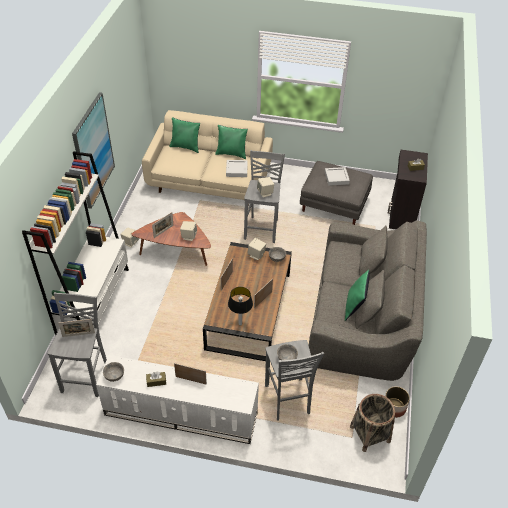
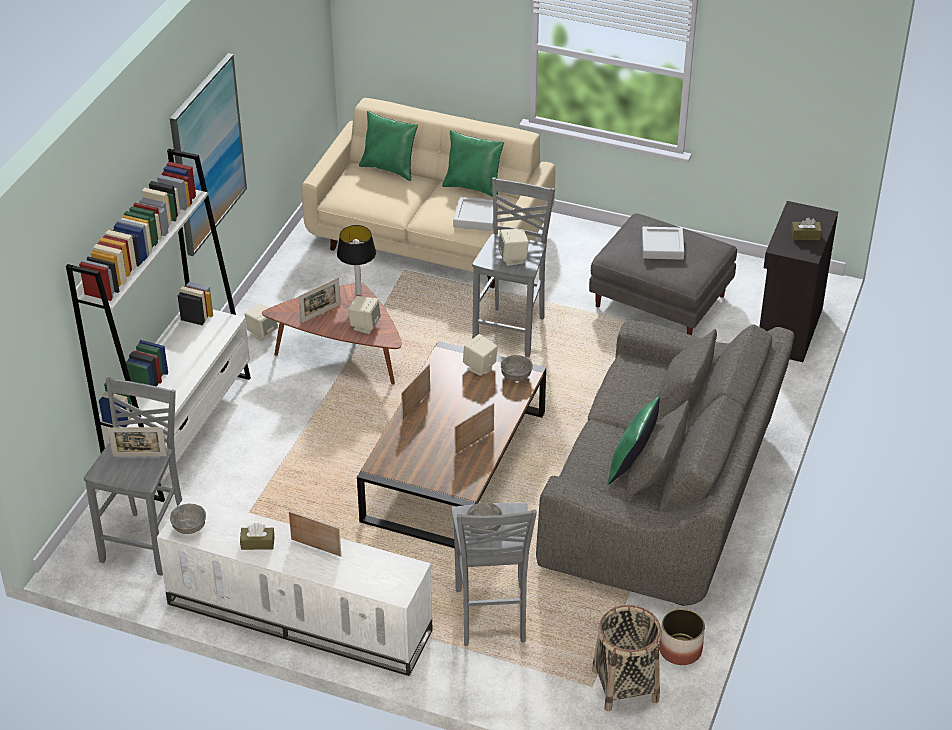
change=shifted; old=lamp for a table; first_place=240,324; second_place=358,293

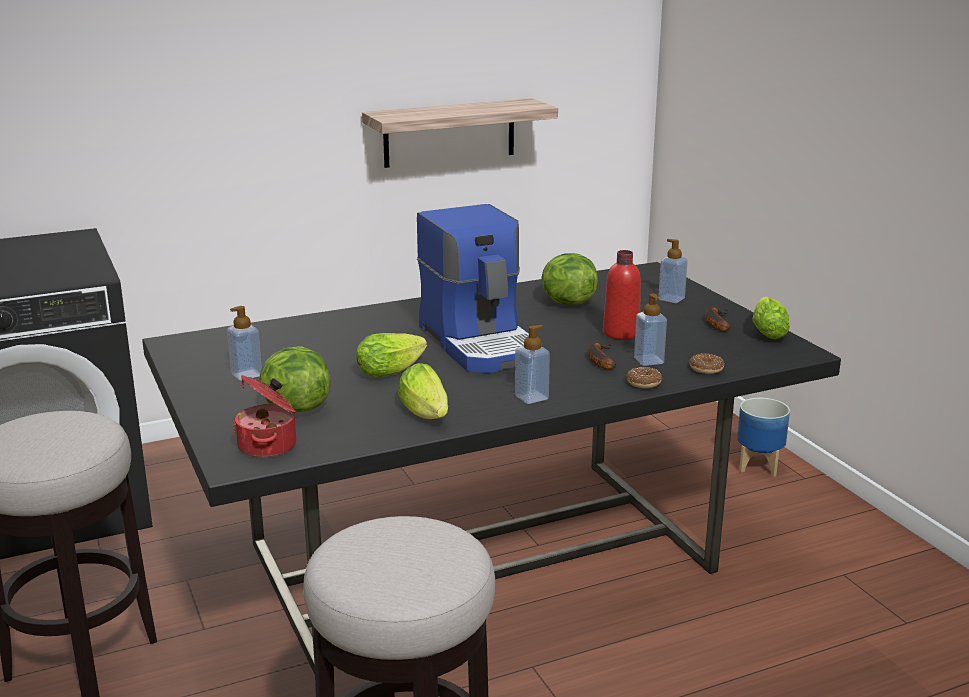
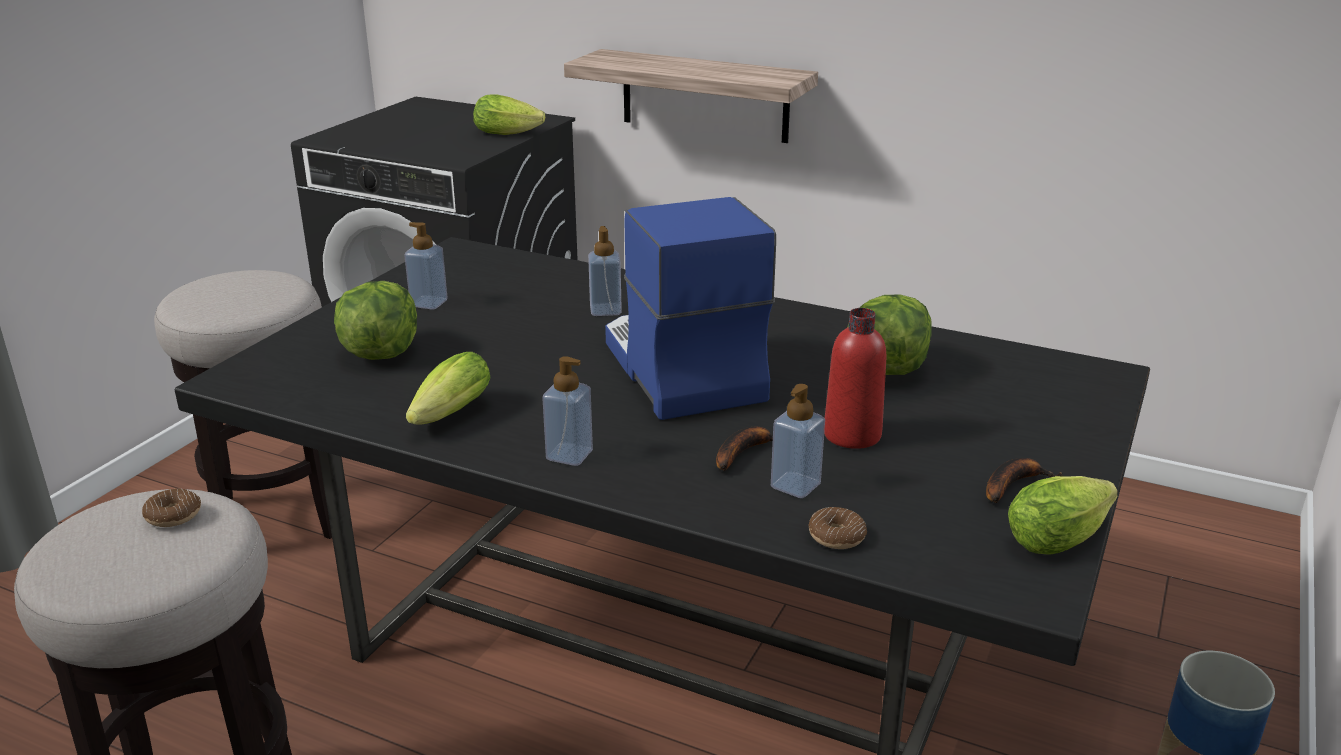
change=gone; old=saucepot; first_place=269,446
change=shifted; old=head of lettuce; first_place=394,369; second_place=510,133
change=shifted; old=wall shelf; first_place=449,133; second_place=704,96
change=shifted; old=doughnut; first_place=643,383; second_place=173,515
change=shifted; old=soap dispenser; first_place=671,299; second_place=605,310
change=rotated; old=coffee machine; first_place=481,343; second_place=679,370; degrees=135

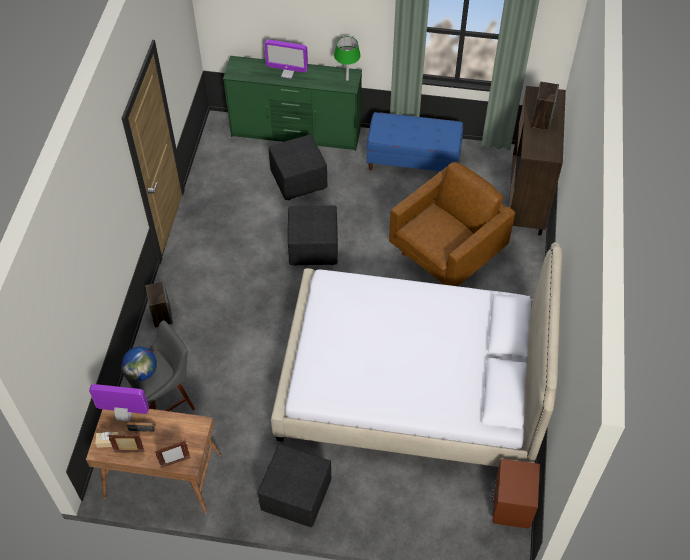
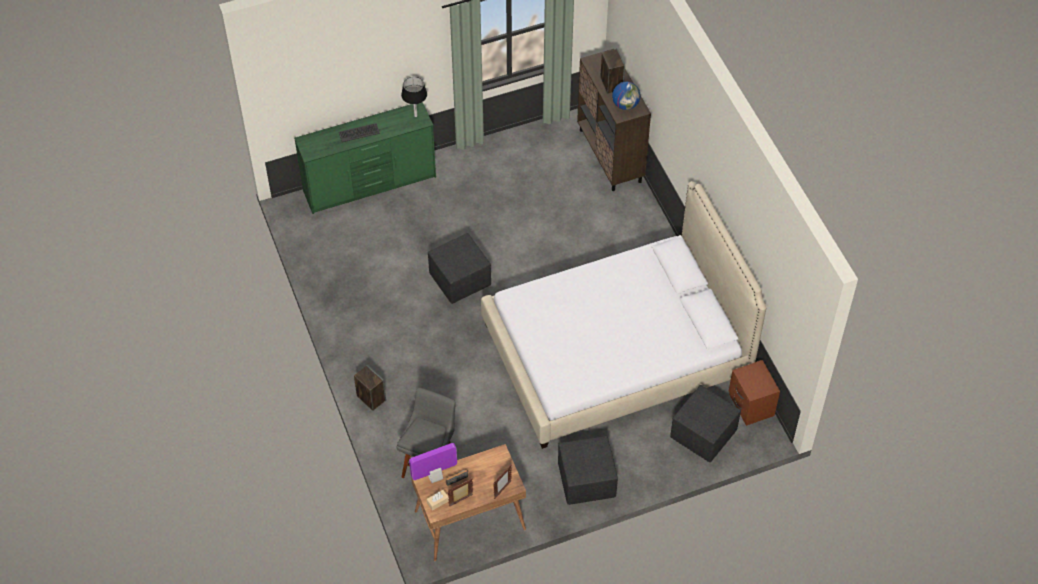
change=gone; old=blue-coloured bench; first_place=413,161
change=gone; old=brown-coloured armchair; first_place=446,253
change=shifted; old=desk globe; first_place=142,372; second_place=625,105
change=shifted; old=black-coloured footrest; first_place=298,181; second_place=702,435
change=swapped; old=monitor; new=keyboard; first_place=287,73; second_place=359,132
change=repainted; old=green lamp for a table; new=black-coloured lamp for a table; first_place=347,79; second_place=415,115

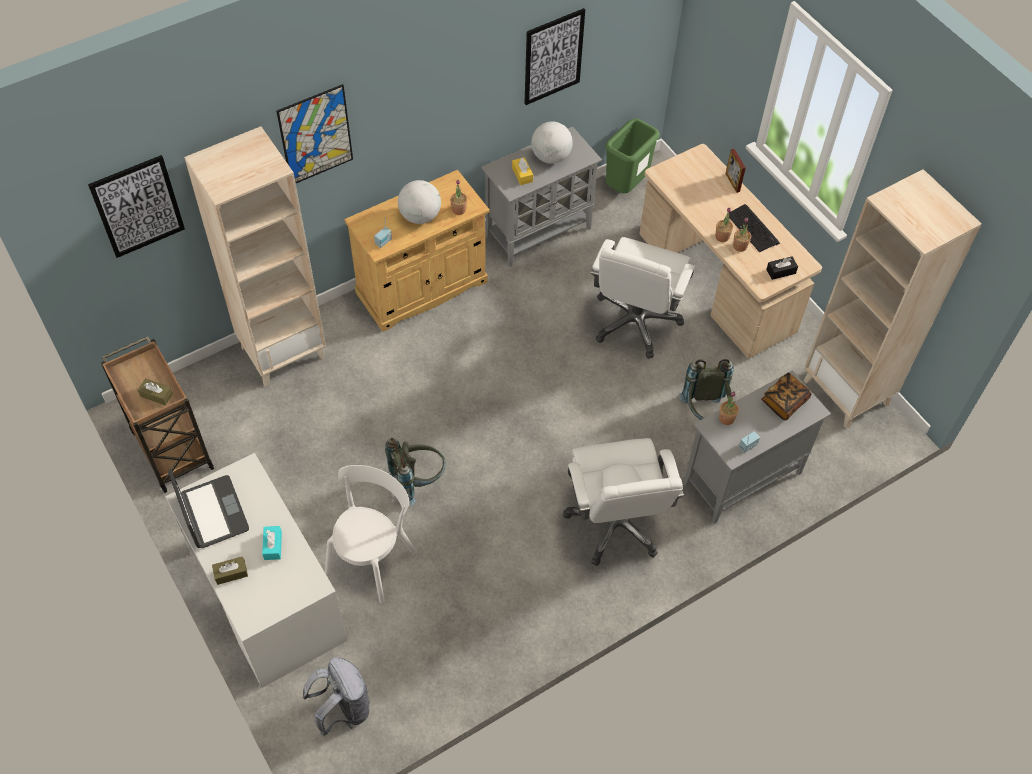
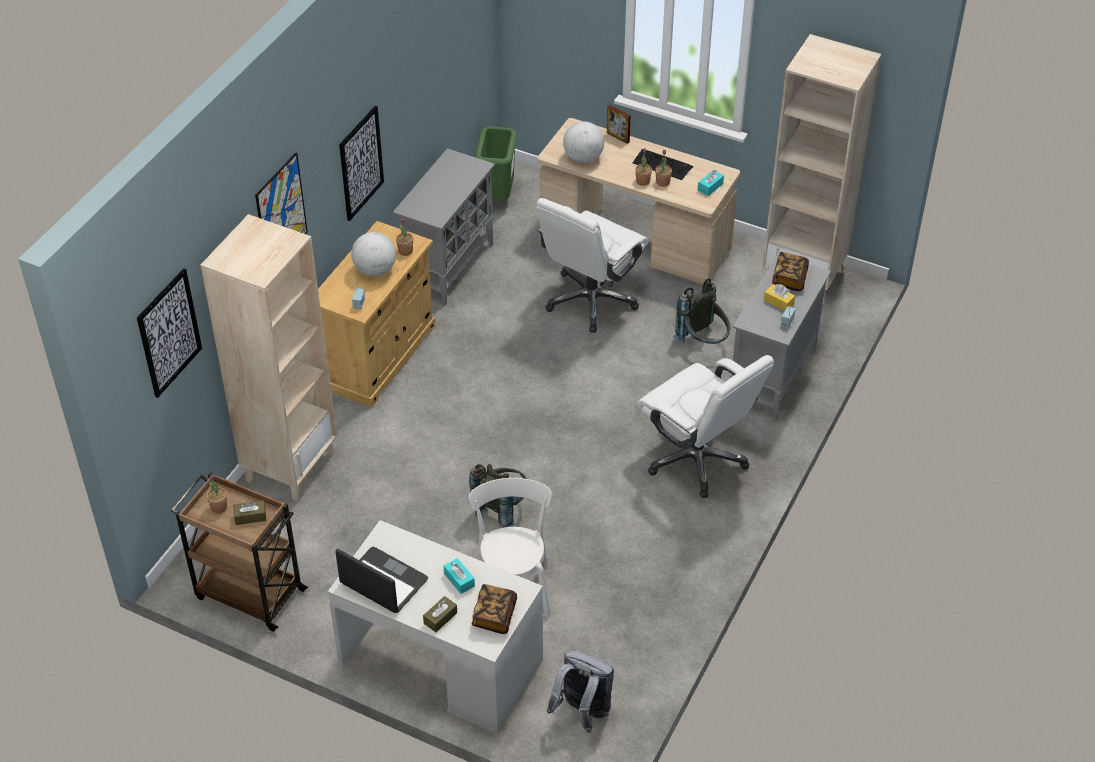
change=new; new=bound book; second_place=494,616
change=shifted; old=yellowish tissue box; first_place=522,175; second_place=778,302
change=shifted; old=picture; first_place=553,57; second_place=361,163
change=shifted; old=desk globe; first_place=551,157; second_place=583,158
change=shifted; old=houseplant; first_place=726,418; second_place=219,507
change=repainted; old=black-coloured tissue box; new=turquoise-coloured tissue box; first_place=781,271; second_place=710,187
change=rotated; old=white-coloured computer chair; first_place=635,322; second_place=591,300; degrees=45

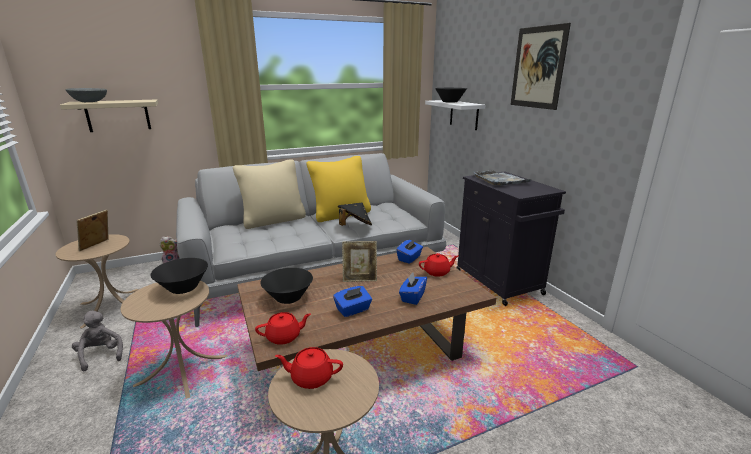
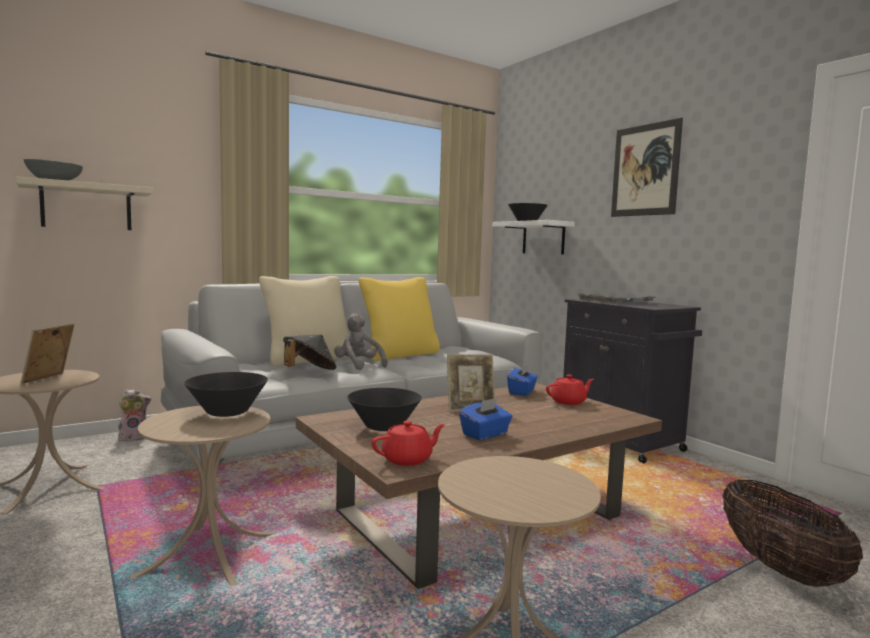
change=gone; old=red pot for tea; first_place=311,377
change=gone; old=blue-coloured tissue box; first_place=412,297
change=new; new=household basket; second_place=780,568
change=shifted; old=grey soft toy; first_place=101,355; second_place=358,366
change=shifted; old=black-coloured clothing hat; first_place=354,226; second_place=309,372

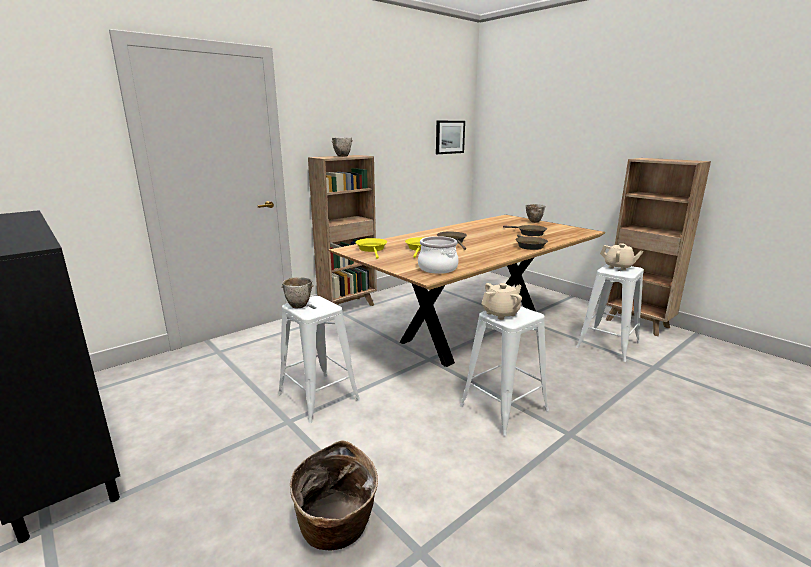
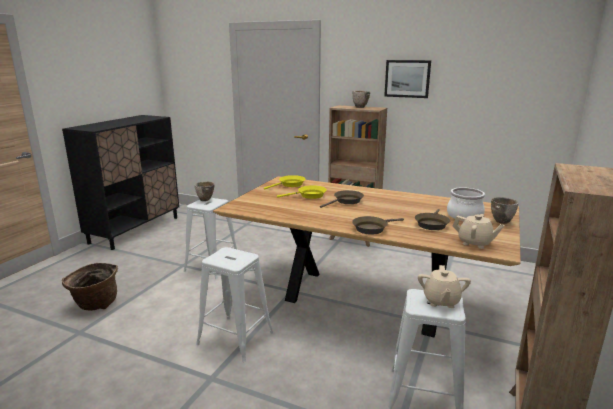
change=shifted; old=saucepot; first_place=438,268; second_place=465,216
change=shifted; old=picture; first_place=449,137; second_place=407,78
change=shifted; old=beige pot for tea; first_place=501,314; second_place=475,243

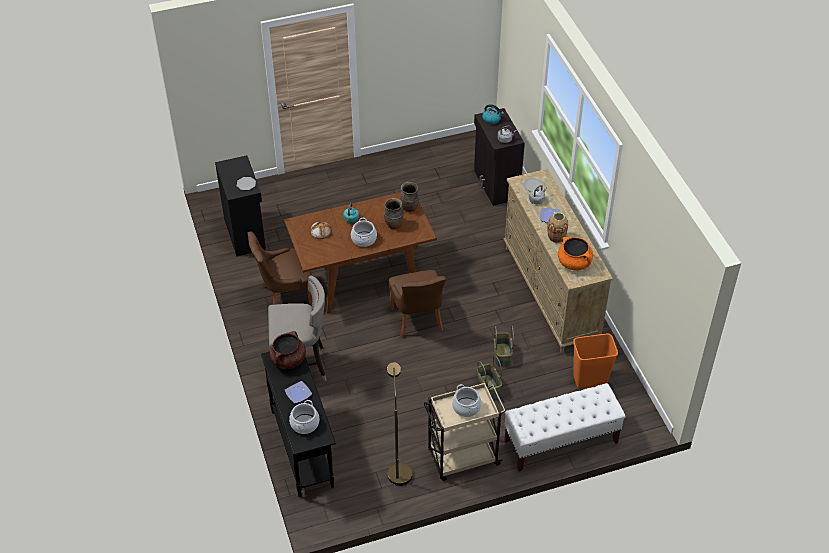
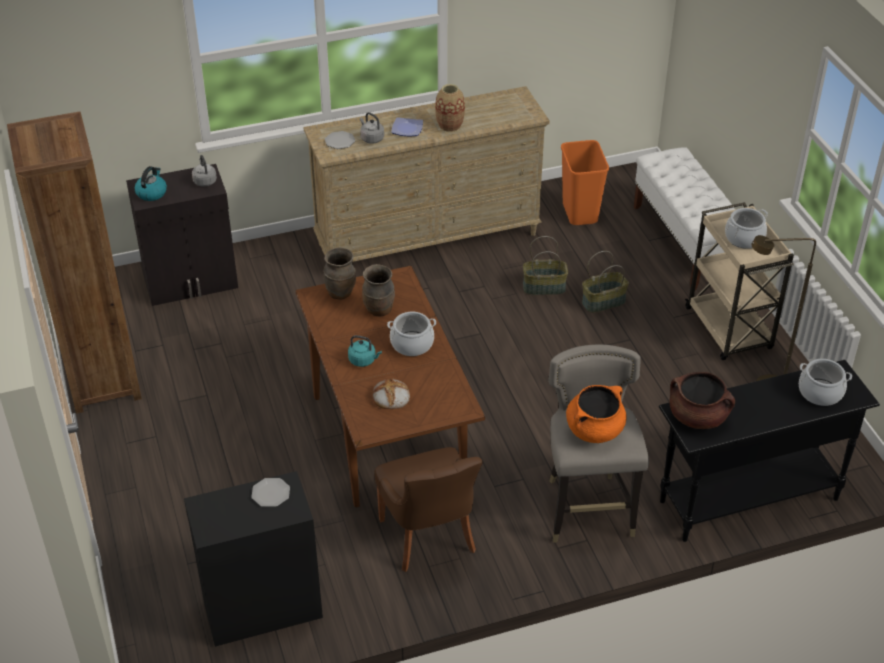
change=gone; old=flat dish; first_place=299,393
change=gone; old=brown-coloured plain chair; first_place=417,320
change=new; new=brown-coloured bookcase; second_place=103,380
change=shifted; old=orangey saucepot; first_place=574,263; second_place=594,430

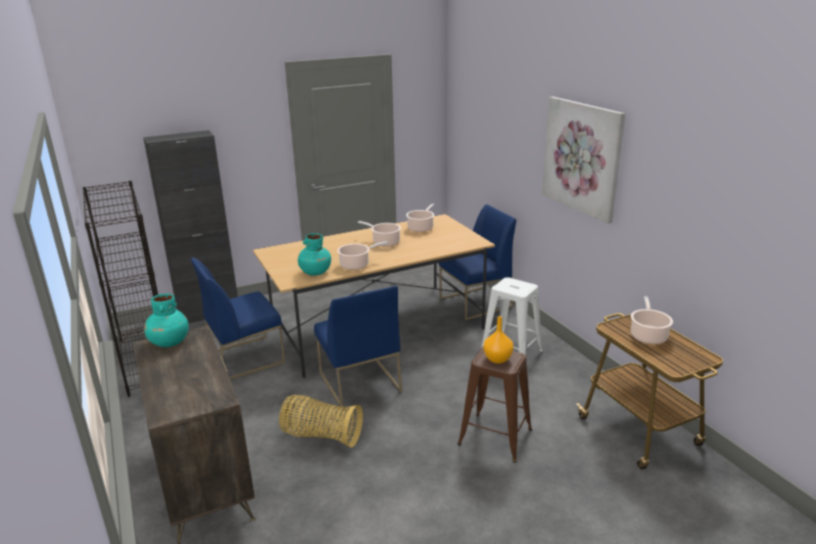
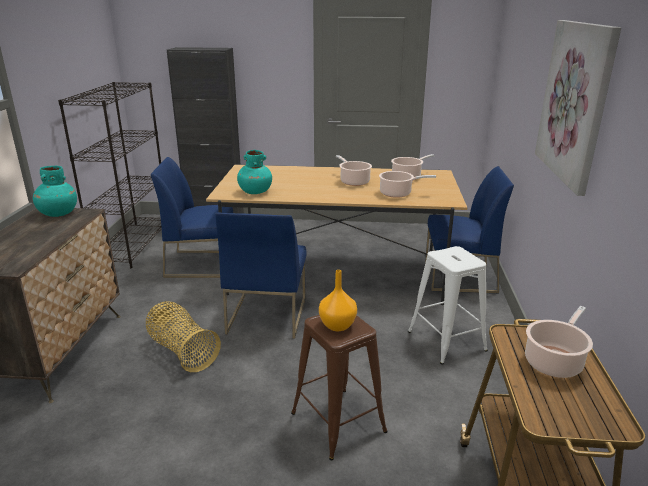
change=shifted; old=saucepot; first_place=356,265; second_place=397,193

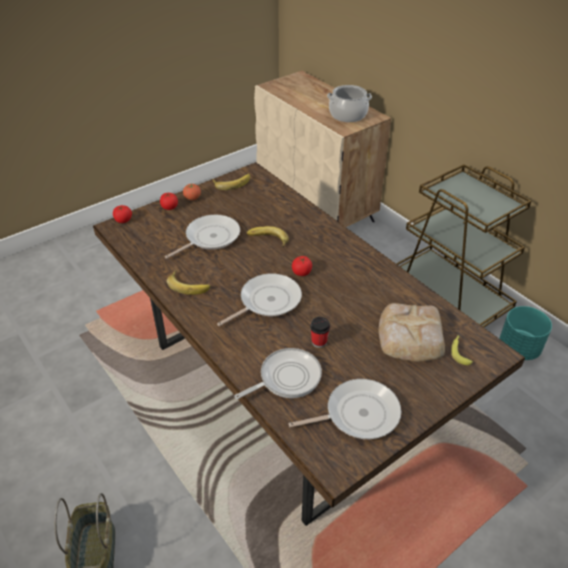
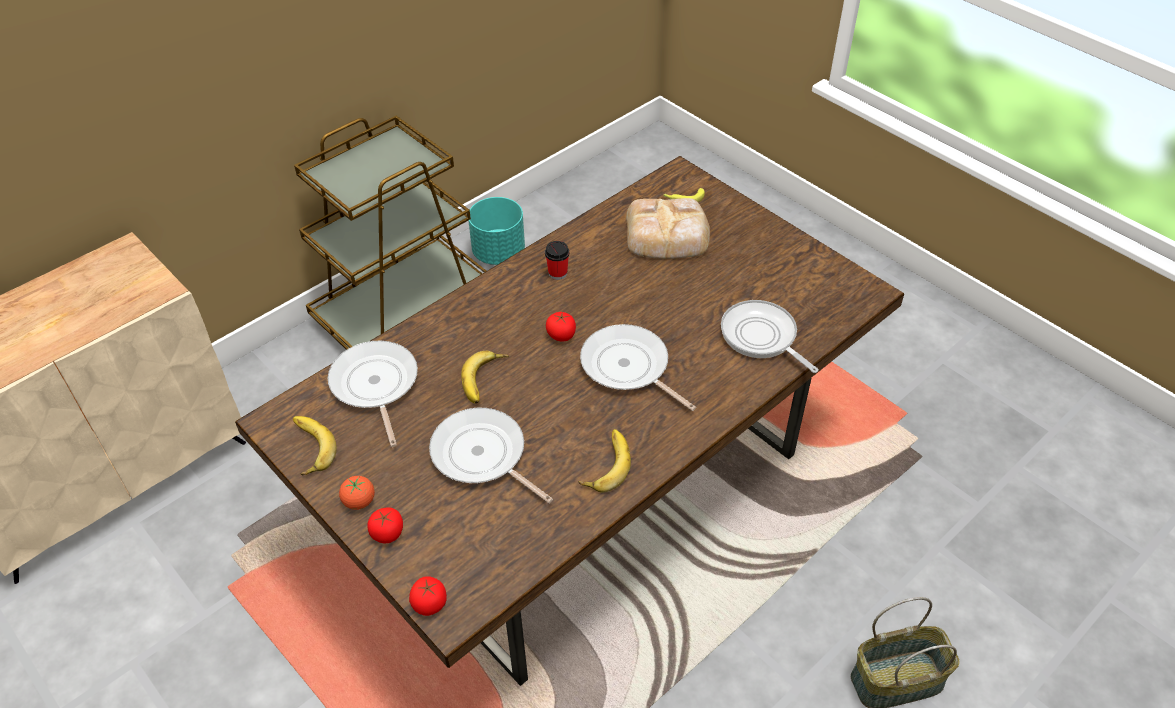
change=gone; old=saucepot; first_place=348,115
change=shifted; old=skillet; first_place=358,414; second_place=375,385
change=shifted; old=drinking cup; first_place=319,342; second_place=557,273

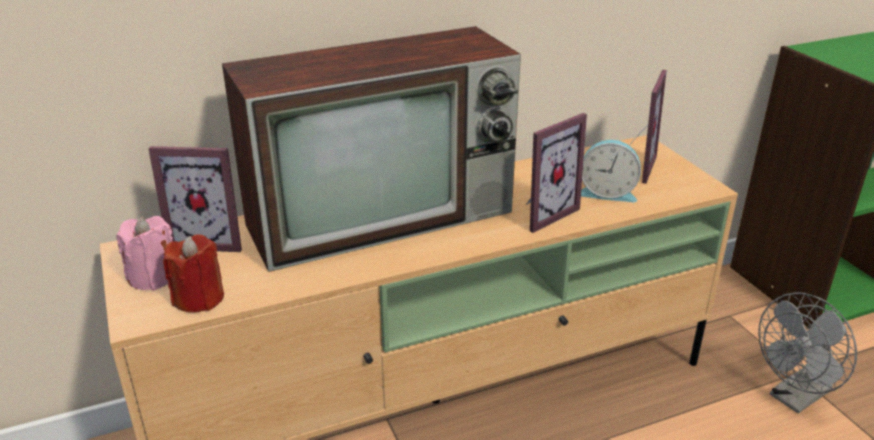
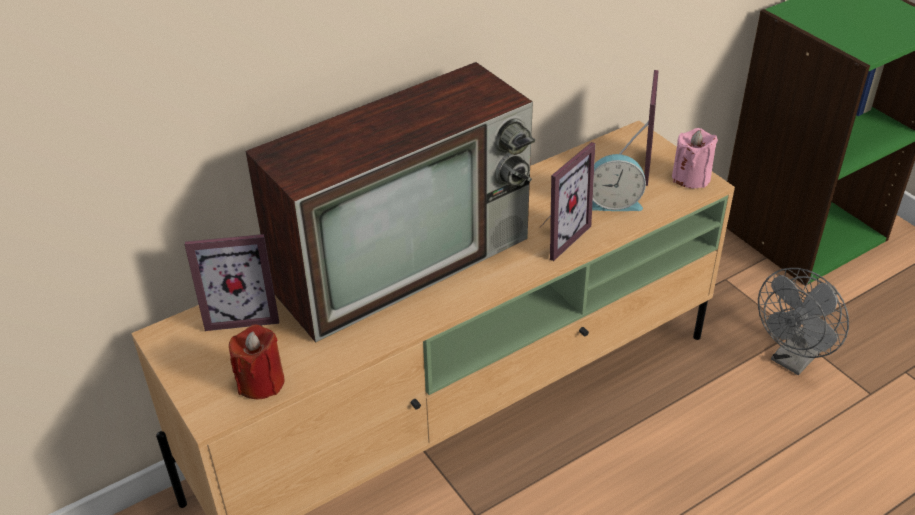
change=shifted; old=pink candle; first_place=153,277; second_place=691,177

